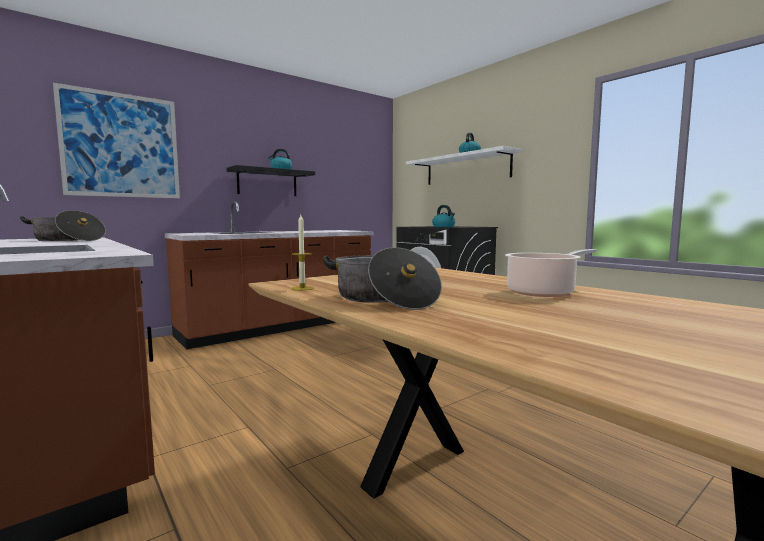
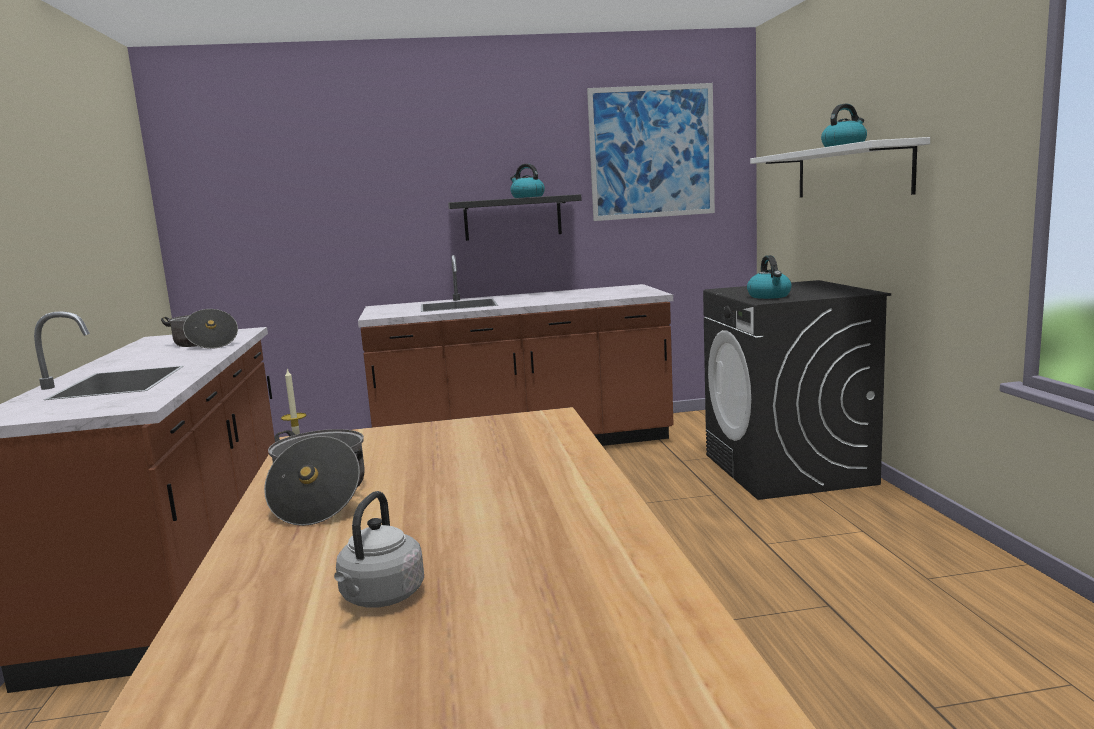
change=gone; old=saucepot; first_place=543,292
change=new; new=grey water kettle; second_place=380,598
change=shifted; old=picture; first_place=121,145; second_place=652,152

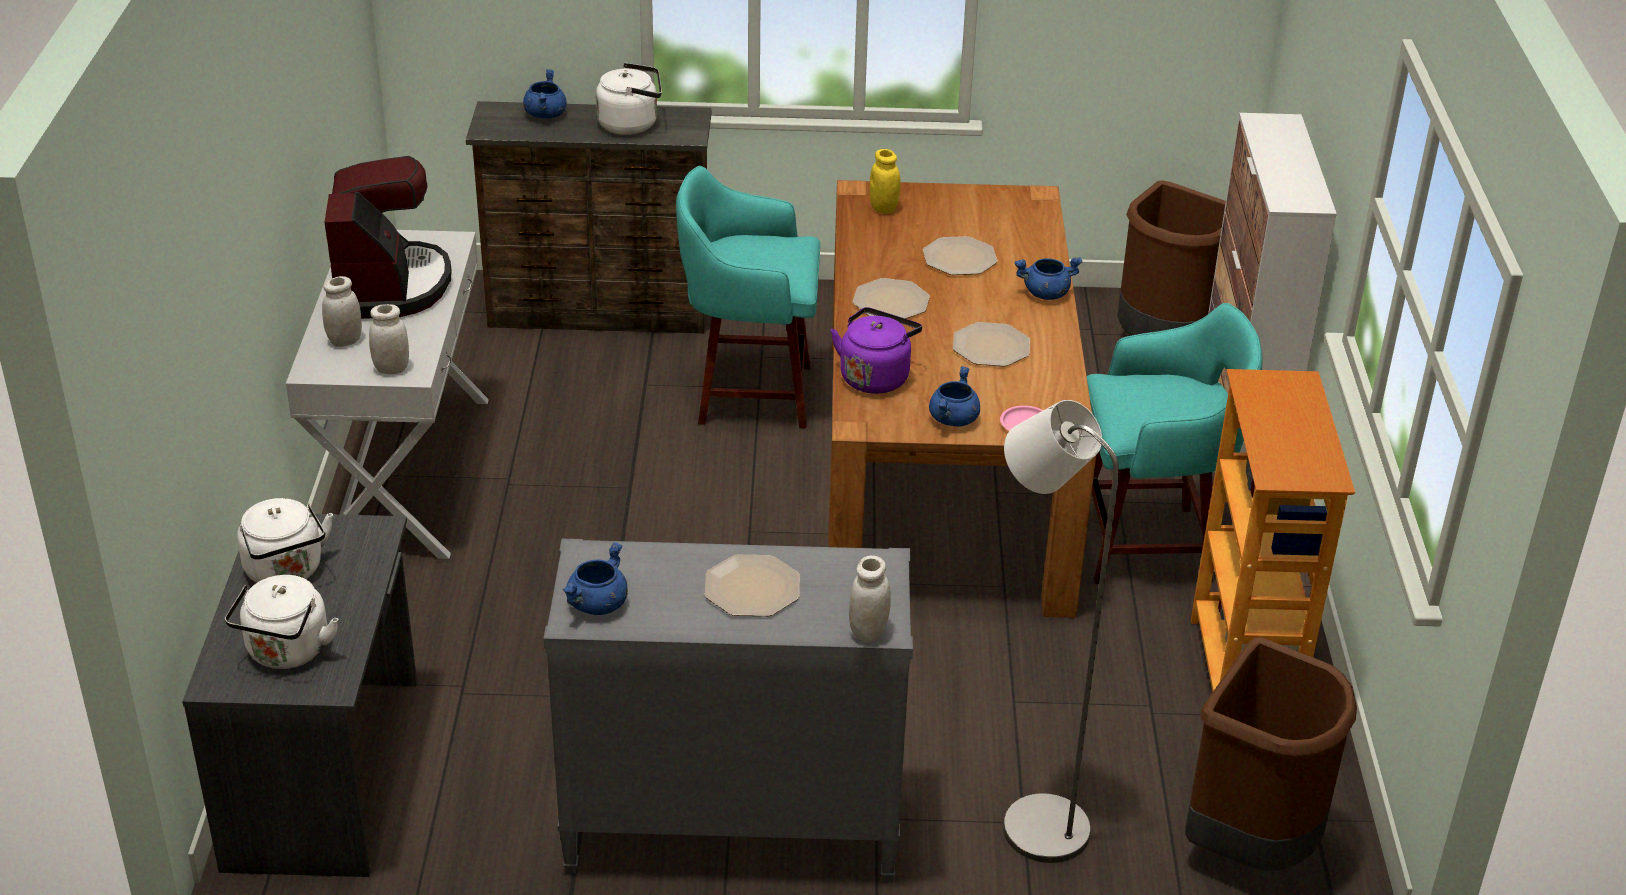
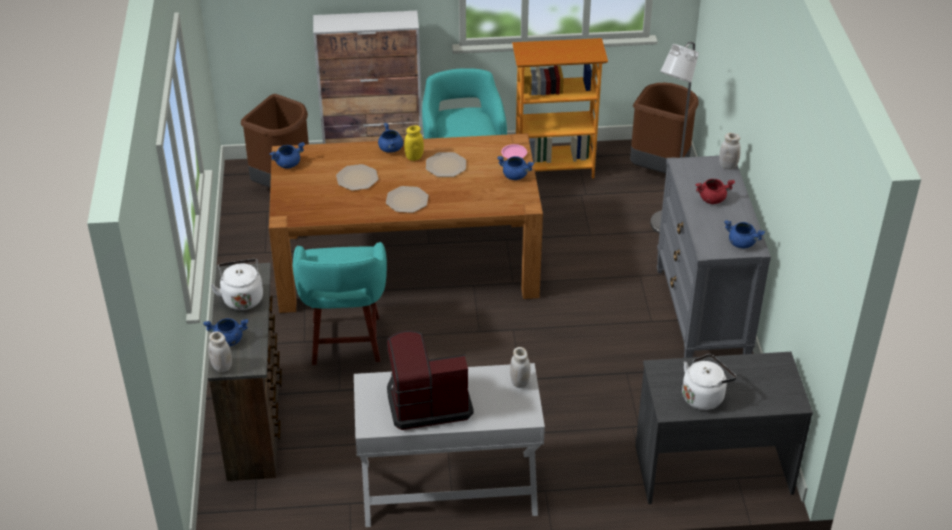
change=gone; old=white-coloured water kettle; first_place=287,653
change=gone; old=purple-coloured water kettle; first_place=875,376
change=new; new=blue-coloured saucepot; second_place=288,164
change=shifted; old=white-coloured preserve jar; first_place=345,340; second_place=222,367
change=shifted; old=yellowish preserve jar; first_place=883,208; second_place=414,157
change=swapped; old=flat dish; new=red saucepot; first_place=753,588; second_place=712,199

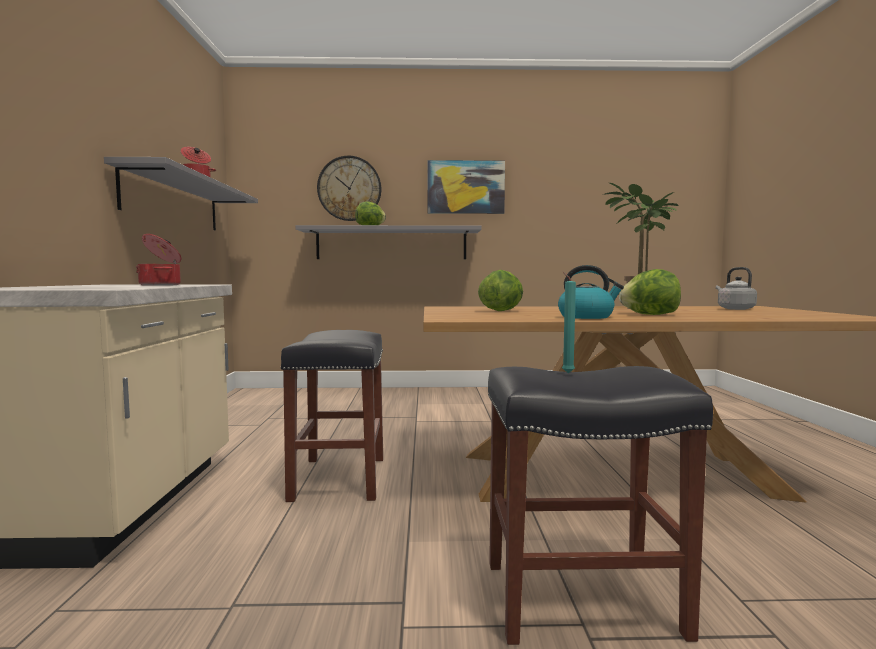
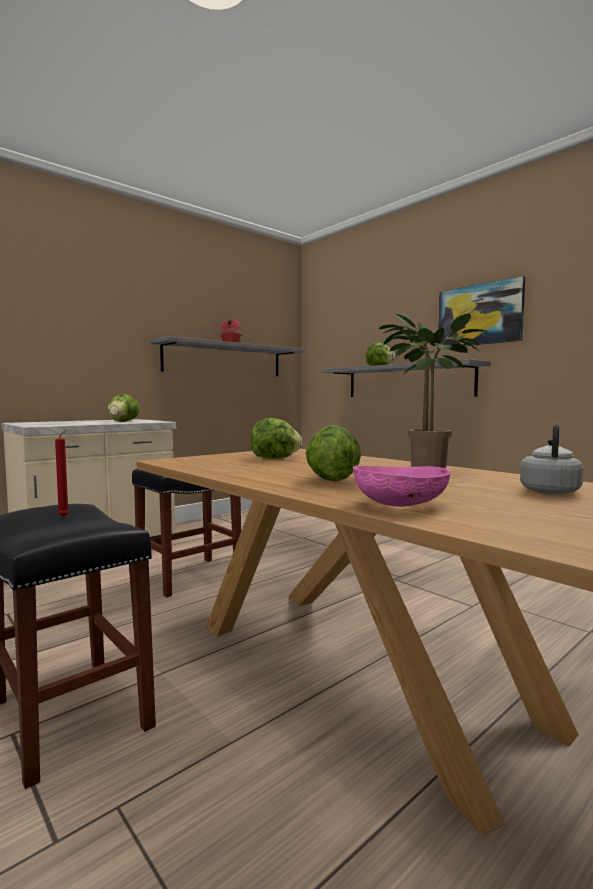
change=gone; old=hanging clock; first_place=349,188
change=gone; old=water kettle; first_place=586,317
change=new; new=pink serving bowl; second_place=400,505
change=swapped; old=saucepot; new=head of lettuce; first_place=161,285; second_place=123,421
change=repainted; old=turquoise-coloured candle; new=red candle; first_place=566,373; second_place=65,516

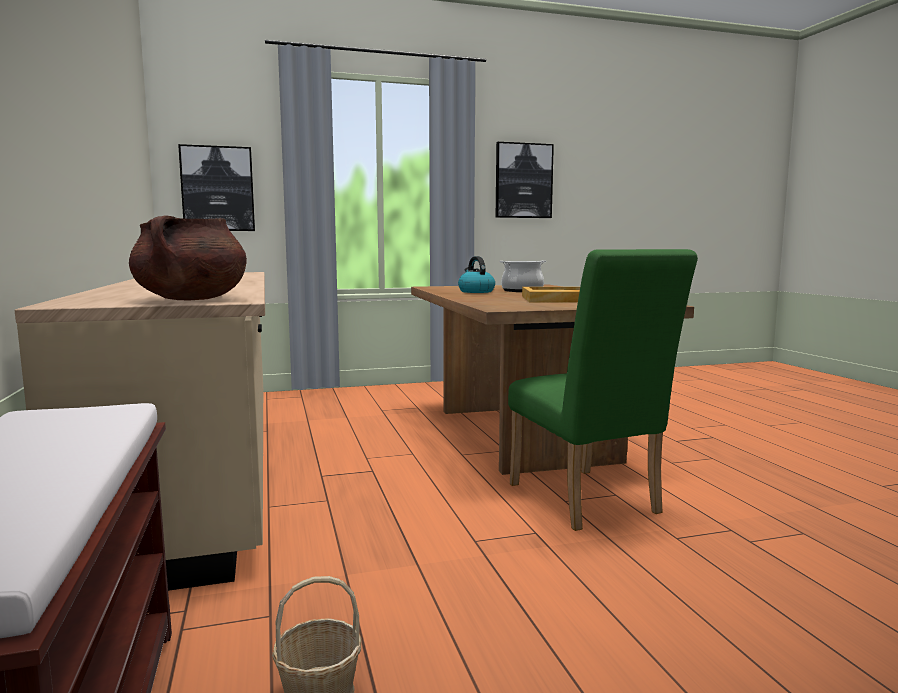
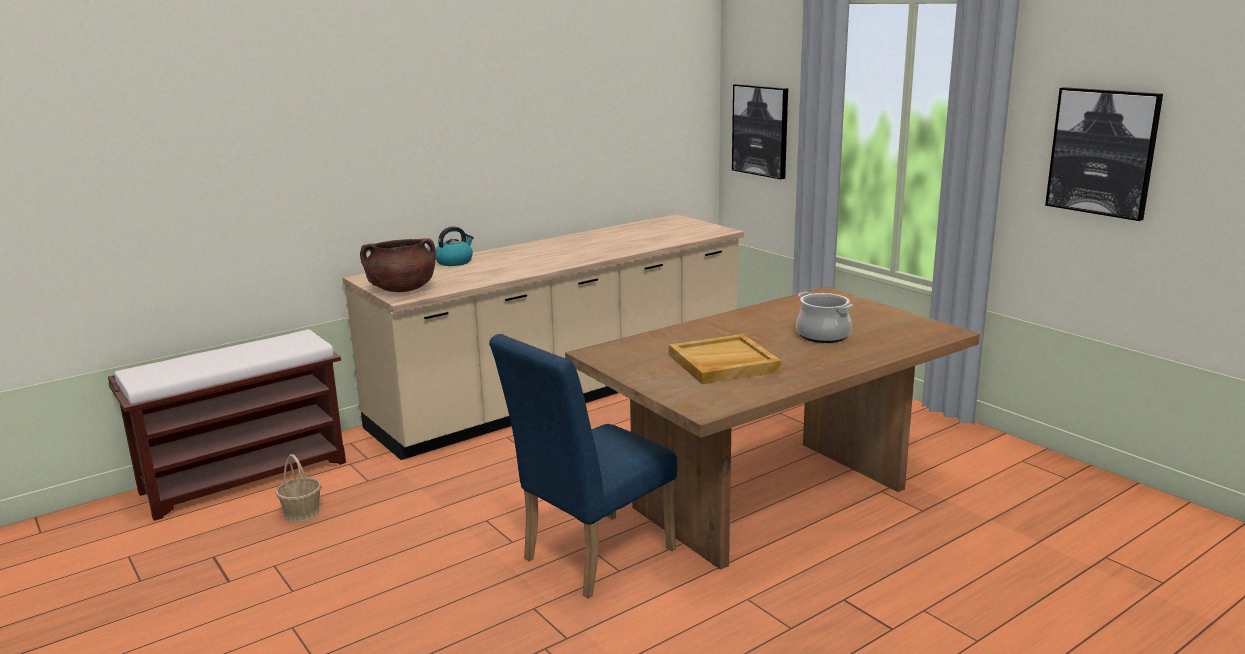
change=shifted; old=water kettle; first_place=475,291; second_place=454,262
change=repainted; old=green plain chair; new=blue-coloured plain chair; first_place=588,502; second_place=590,558

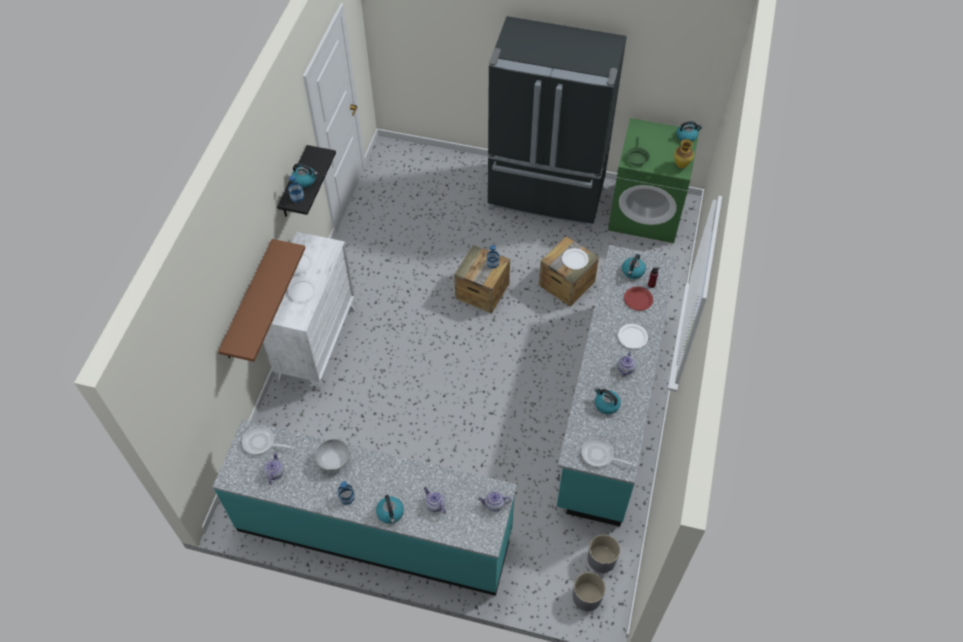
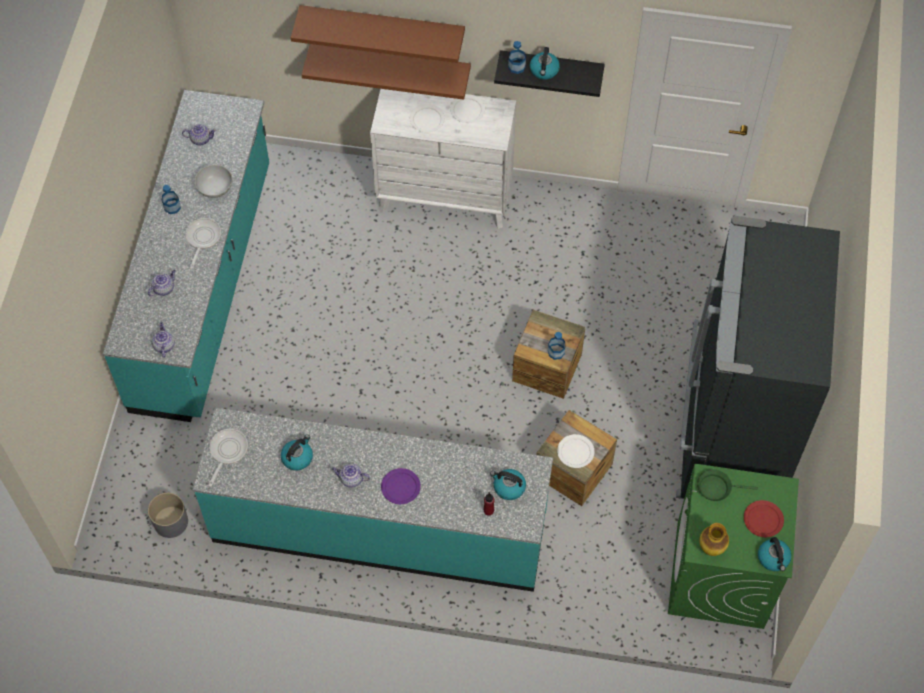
change=gone; old=water kettle; first_place=390,513
change=gone; old=grey flower pot; first_place=587,596
change=new; new=brown-coloured wall shelf; second_place=382,26
change=shifted; old=skillet; first_place=261,443; second_place=202,239
change=shifted; old=red flat dish; first_place=638,299; second_place=763,520
change=repainted; old=white-coloured flat dish; new=purple-coloured flat dish; first_place=632,337; second_place=400,487

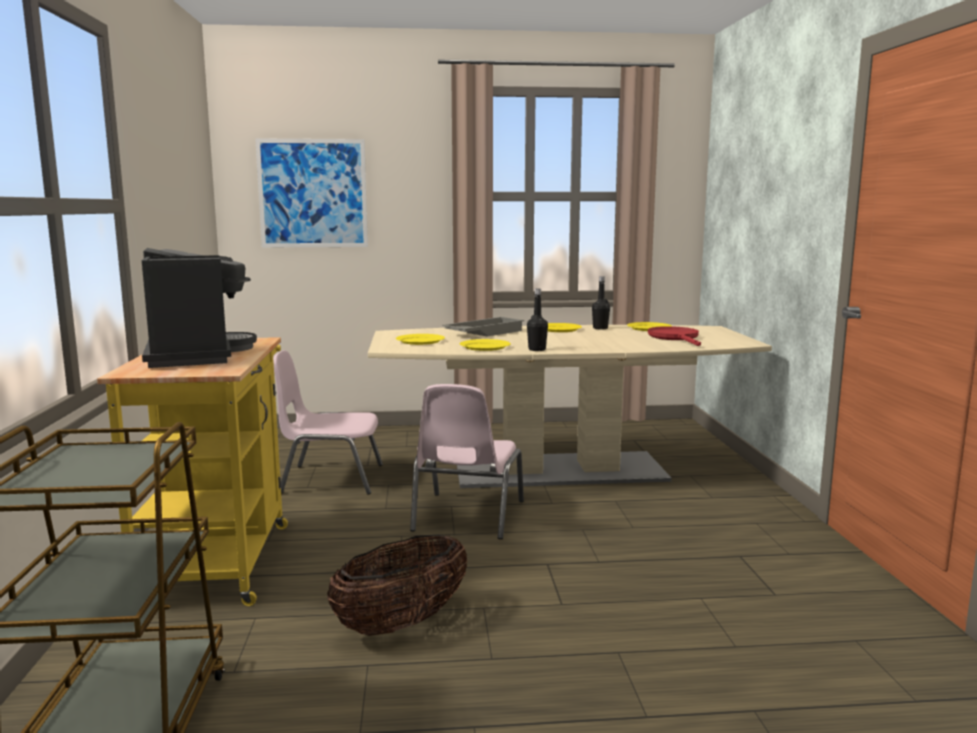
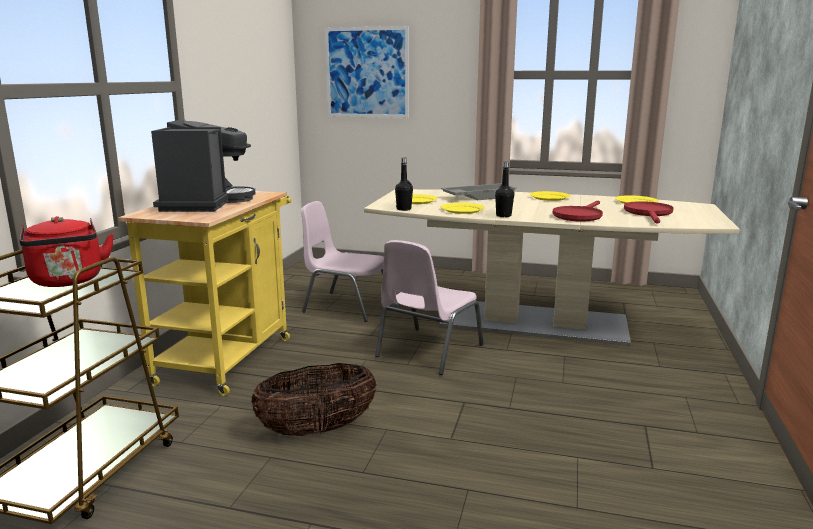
change=new; new=red water kettle; second_place=68,281
change=new; new=red skillet; second_place=579,215
change=shifted; old=black-coloured bottle; first_place=600,328; second_place=404,209

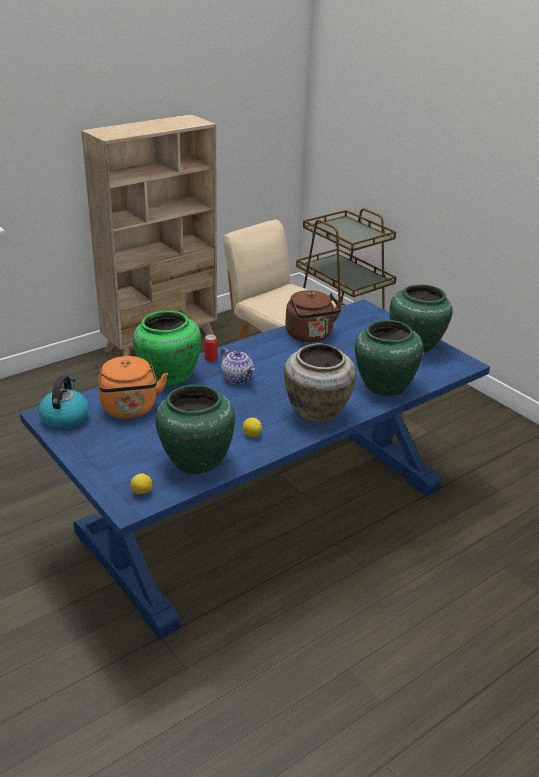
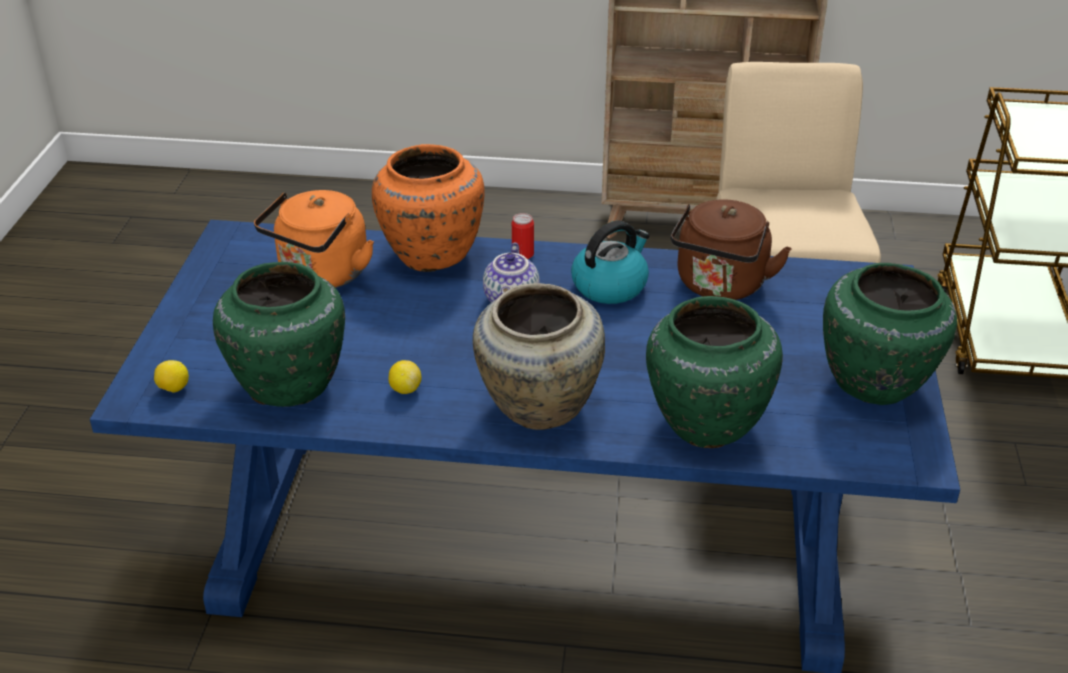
change=shifted; old=water kettle; first_place=65,417; second_place=610,285
change=repainted; old=green vase; new=orangey vase; first_place=168,376; second_place=431,253

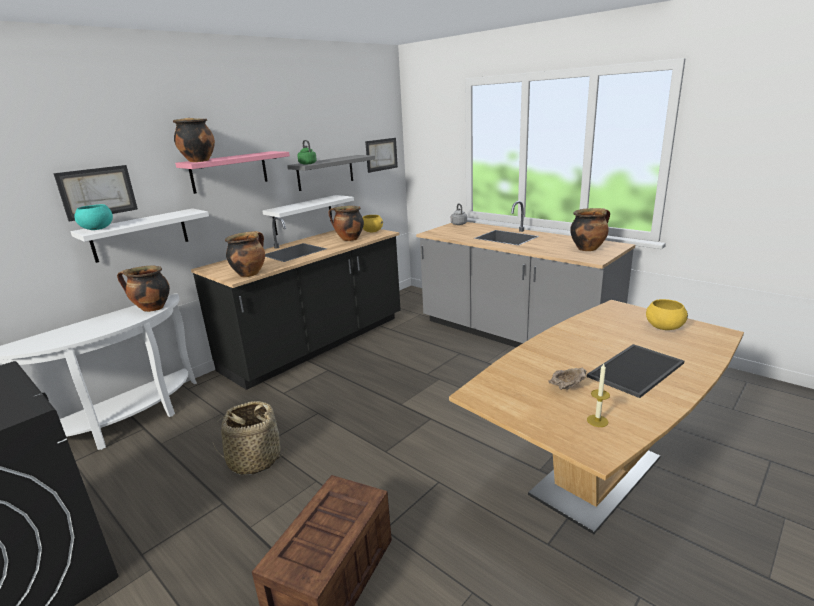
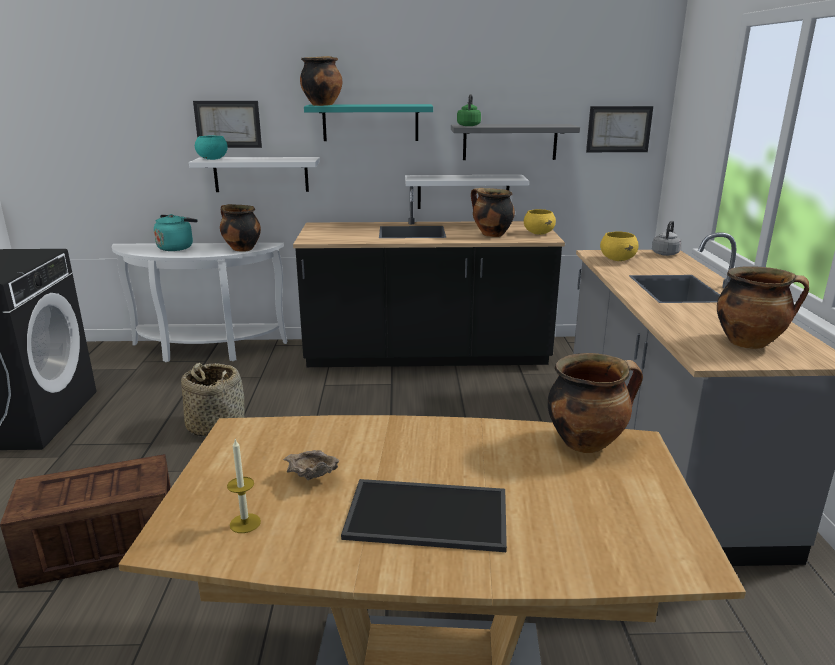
change=new; new=turquoise-coloured water kettle; second_place=177,247
change=shifted; old=saucepot; first_place=249,274; second_place=586,442
change=shifted; old=yellowish serving bowl; first_place=664,327; second_place=617,259
change=repainted; old=pink wall shelf; new=turquoise-coloured wall shelf; first_place=229,172; second_place=370,122

